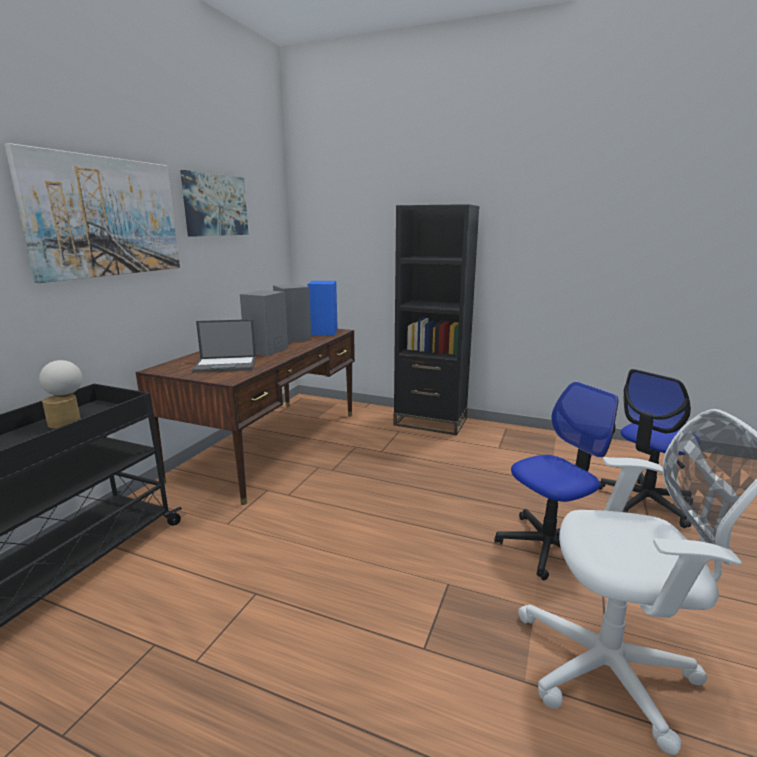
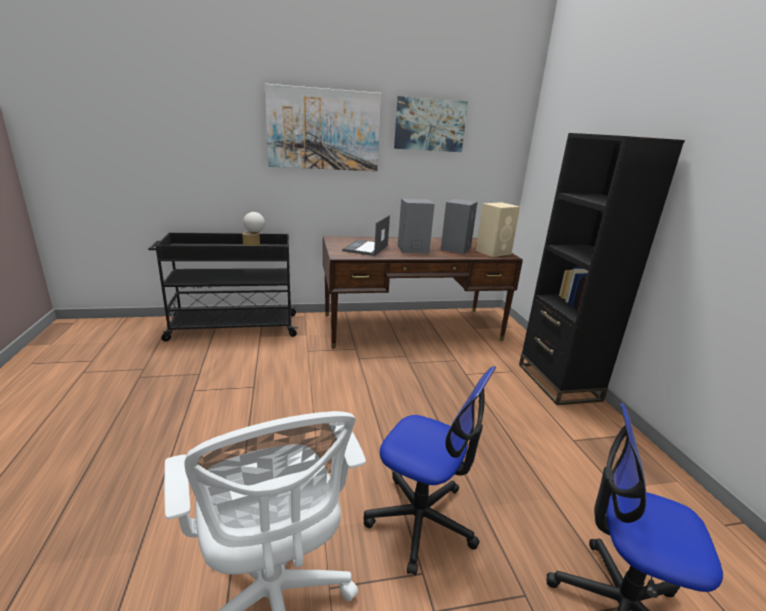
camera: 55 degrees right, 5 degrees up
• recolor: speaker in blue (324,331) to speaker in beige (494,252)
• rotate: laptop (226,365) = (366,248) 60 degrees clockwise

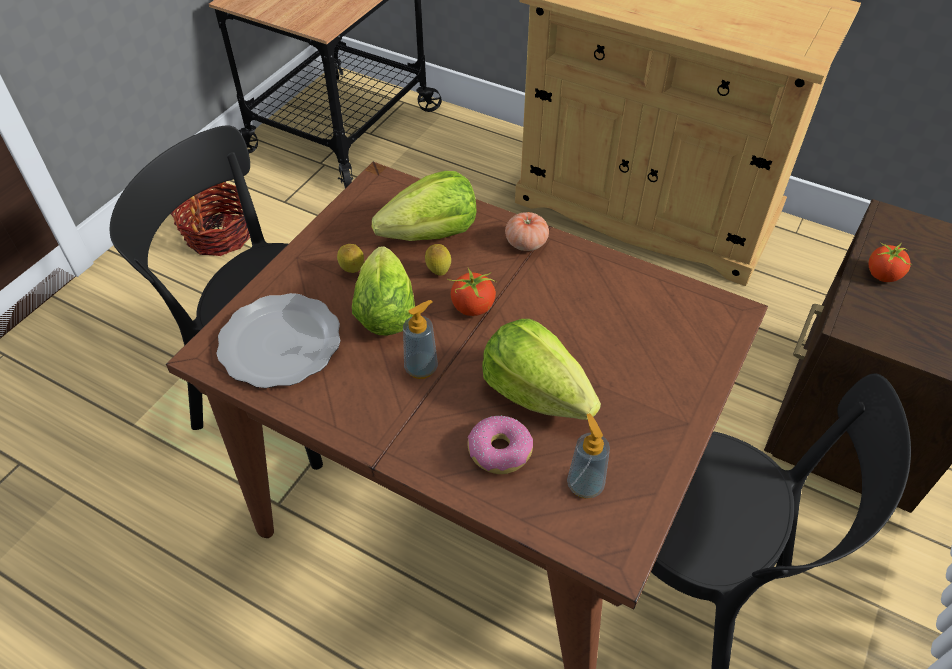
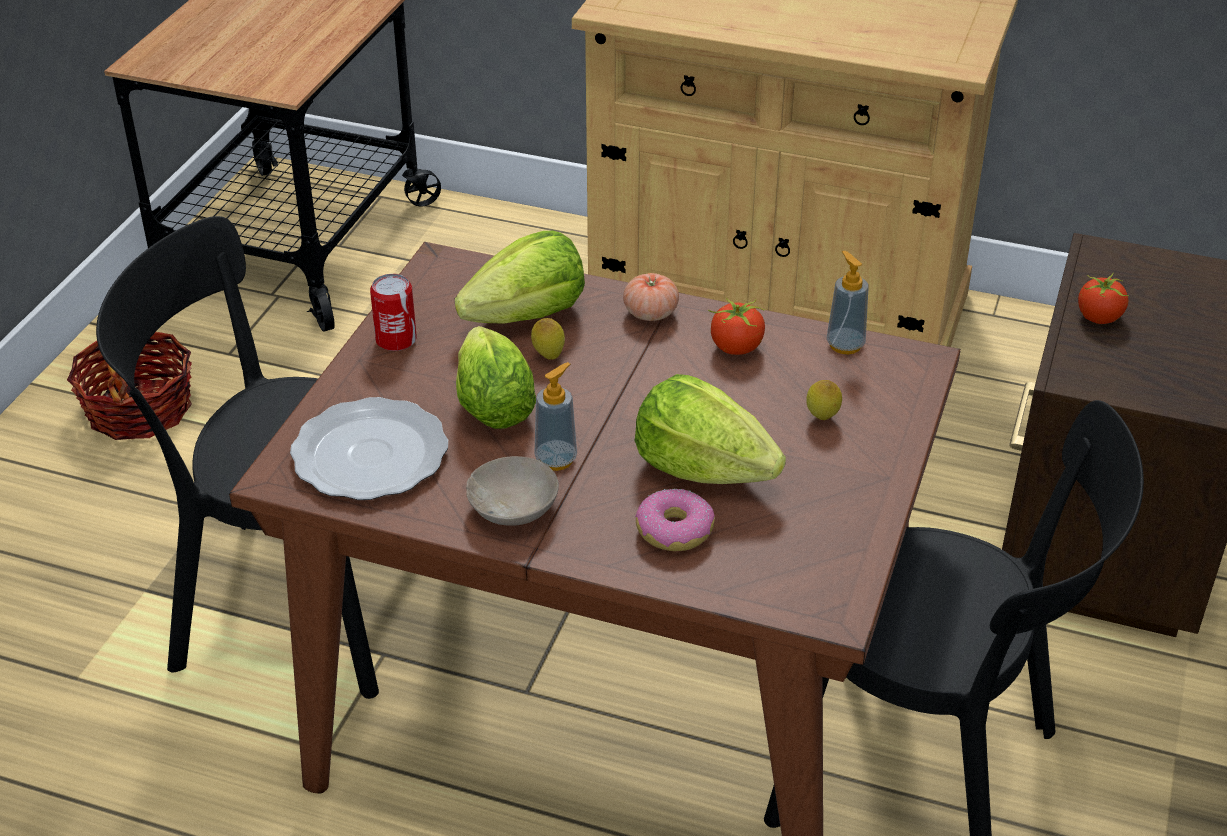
camera: 10 degrees left, 10 degrees down
• insert: can (396,340)
• insert: bowl in beige (516,509)
• move: lemon (352,271) to (822,419)
• move: tomato (472,307) to (736,348)
• move: soap dispenser (585,484) to (845,344)

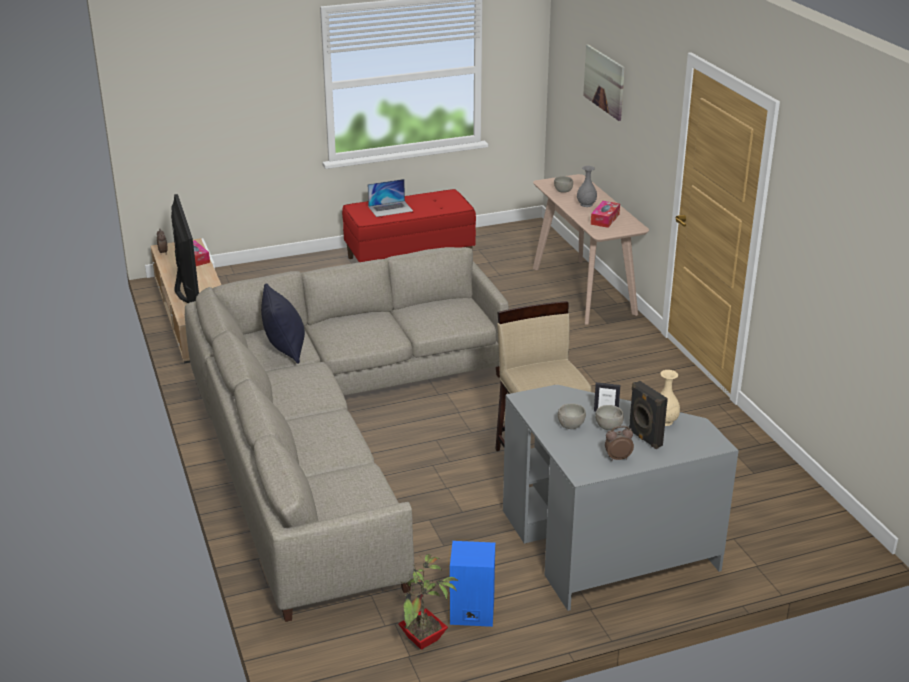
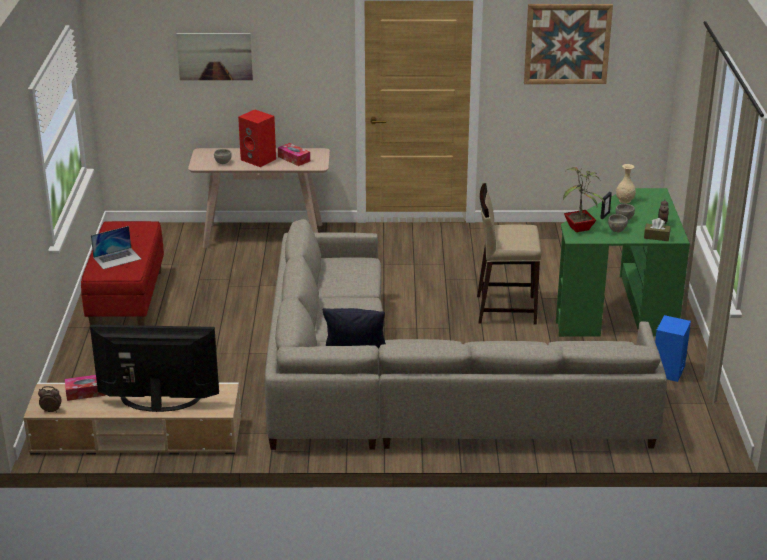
camera: 70 degrees left, 0 degrees up
• delete: speaker in black (644,438)
• insert: picture (567,44)
• insert: tissue box in brown (656,237)
• move: potted plant (424,641) to (580,228)
• replace: vase in grey (586,204) to speaker in red (259,159)
• recolor: desk in grey (603,550) to desk in green (620,309)
• rotate: laptop (390,209) = (117,258) 60 degrees clockwise

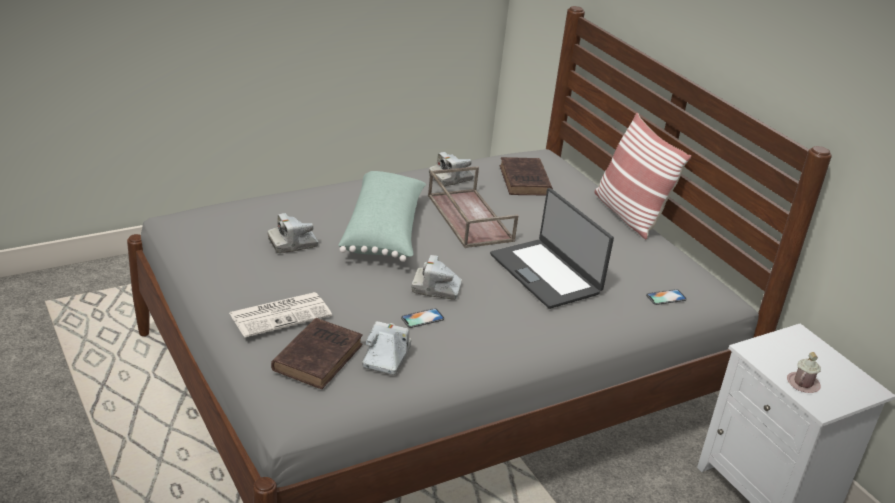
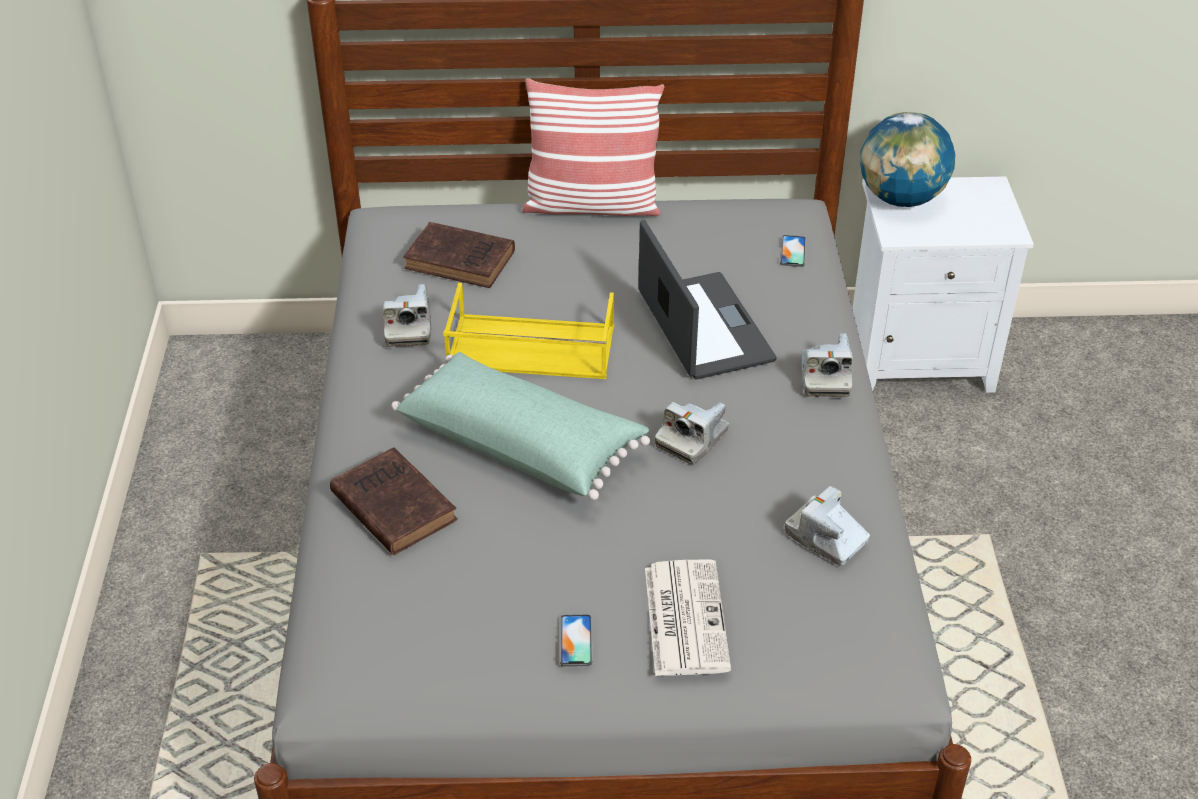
camera: 60 degrees left, 10 degrees up
• delete: mug in pink (803,383)
• insert: globe (901,198)
• move: photo camera (292,243) to (824,377)
• move: book in brown (319,356) to (392,505)
• move: phone (422,318) to (576,641)
• recolor: tray in brown (468,217) to tray in yellow (529,348)
• rotate: laptop (546,273) = (703,327) 105 degrees counterclockwise

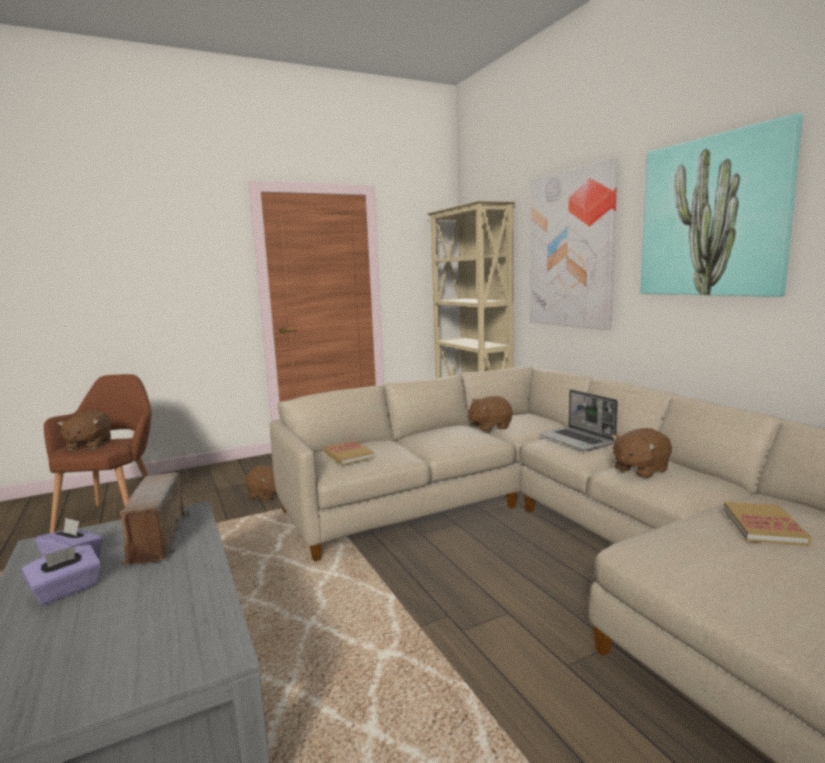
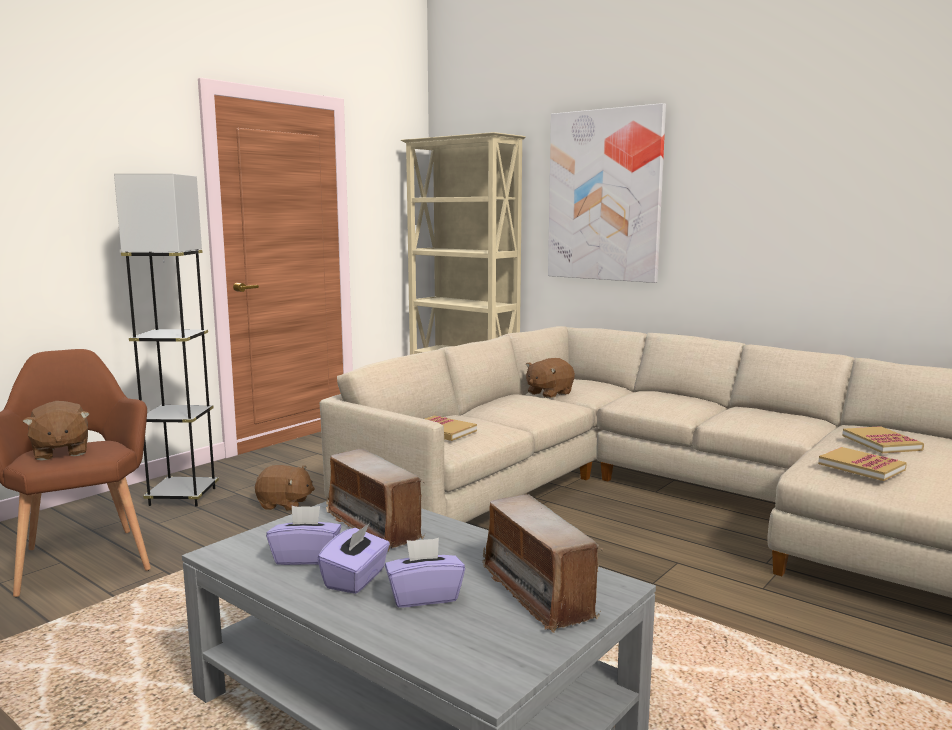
camera: 25 degrees left, 0 degrees up
• delete: laptop (578,440)
• delete: plush toy in brown (640,470)
• delete: picture (713,217)
• insert: floor lamp in grey (183,497)
• insert: tissue box in purple (424,596)
• insert: radio (539,593)
• insert: book (861,467)

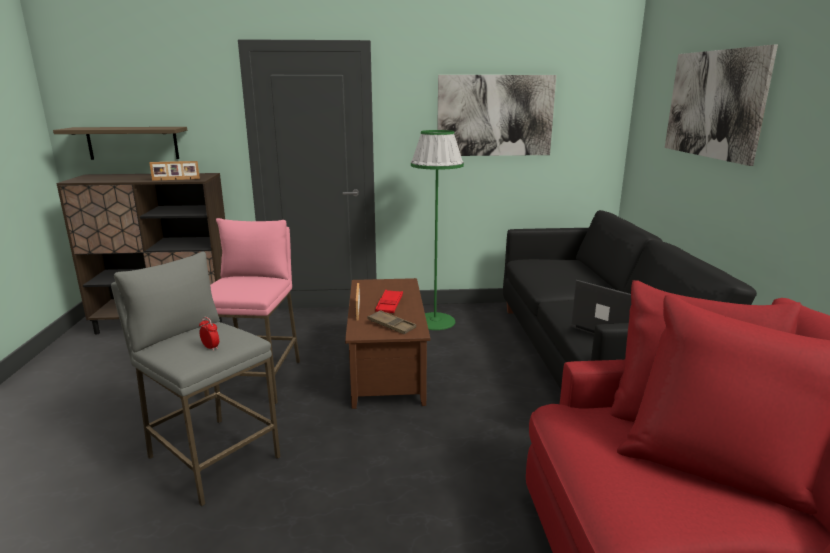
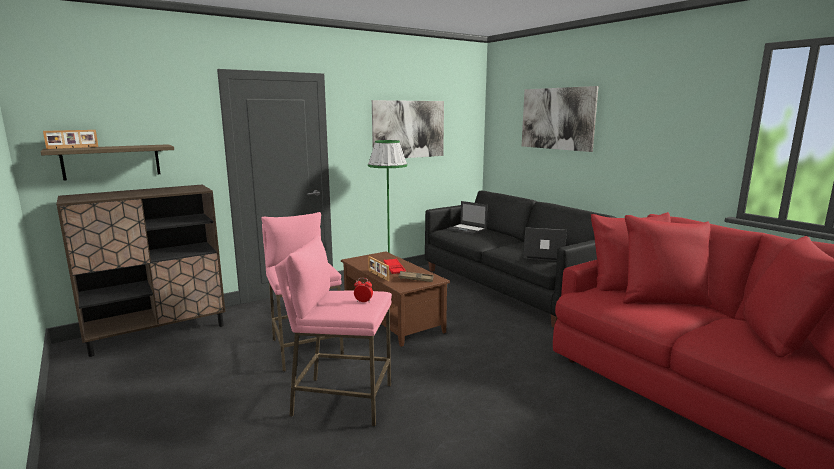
camera: 30 degrees left, 5 degrees down
• insert: laptop (467,229)
• move: picture frame (176,179) to (73,148)
• recolor: stool in grey (212,458) to stool in pink (342,400)

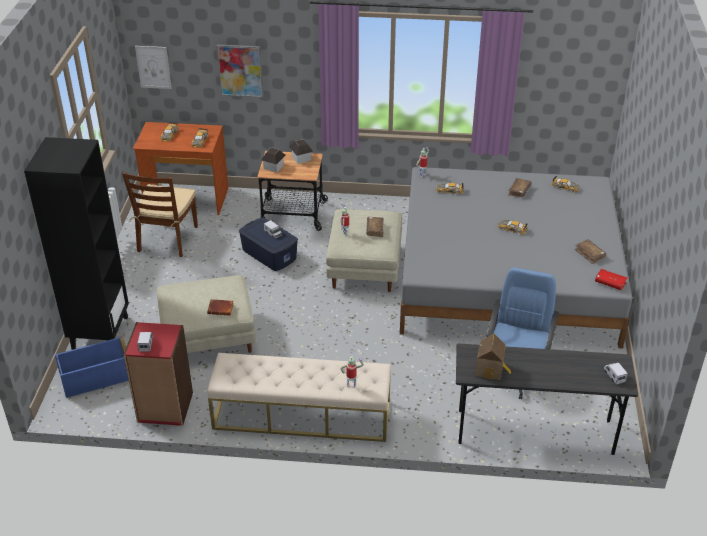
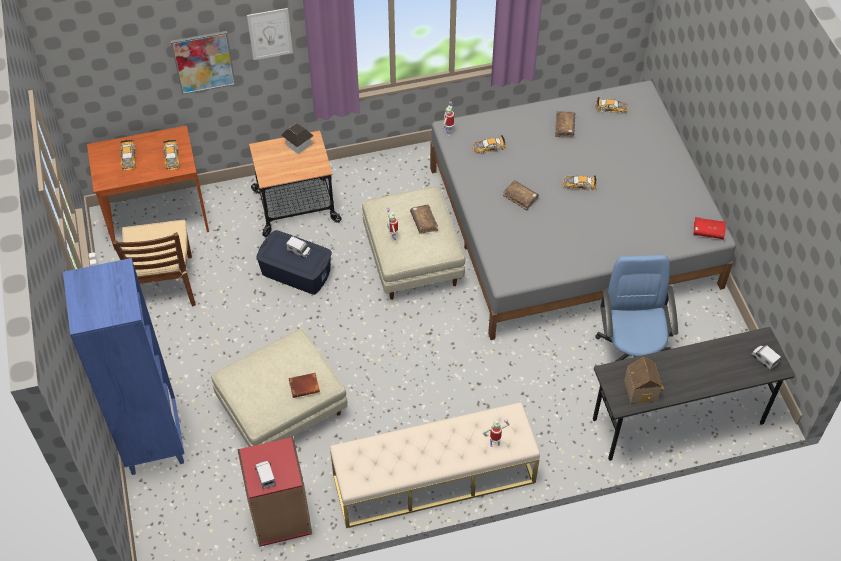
camera: 20 degrees left, 15 degrees up
• delete: storage box in blue (96,378)
• delete: toy house (273,167)
• move: picture (153,67) to (270,34)
• move: book in brown (590,254) to (520,197)
• recolor: bookcase in black (99,332) to bookcase in blue (153,441)

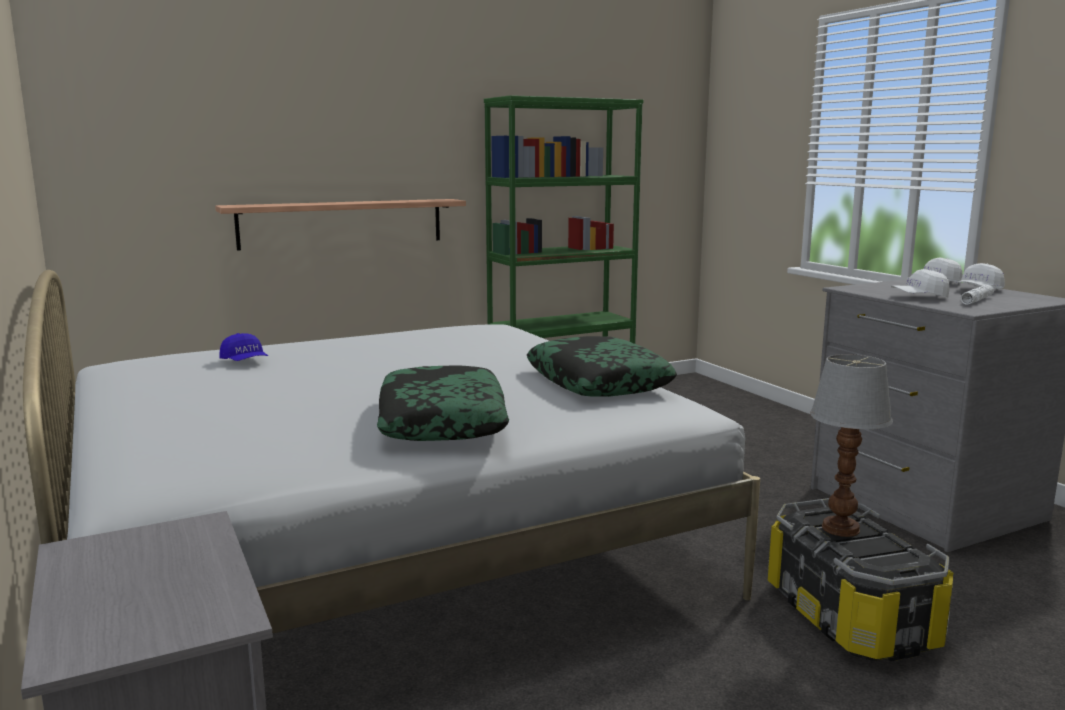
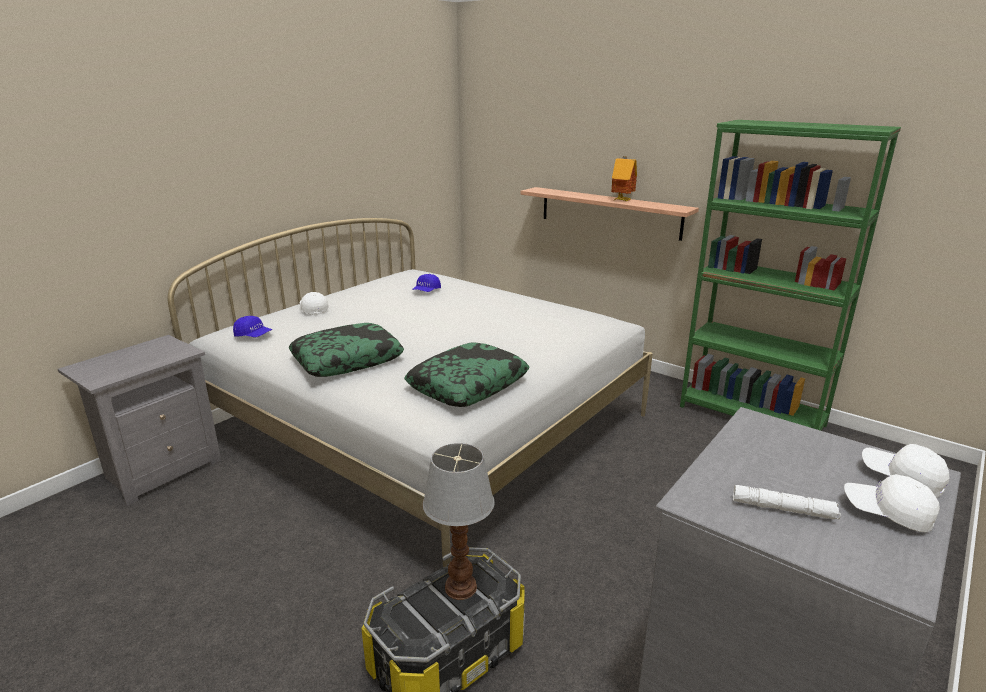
camera: 65 degrees right, 10 degrees up
• insert: cap in blue (253,336)
• insert: toy house (622,200)
• move: cap in white (919,297) to (313,309)

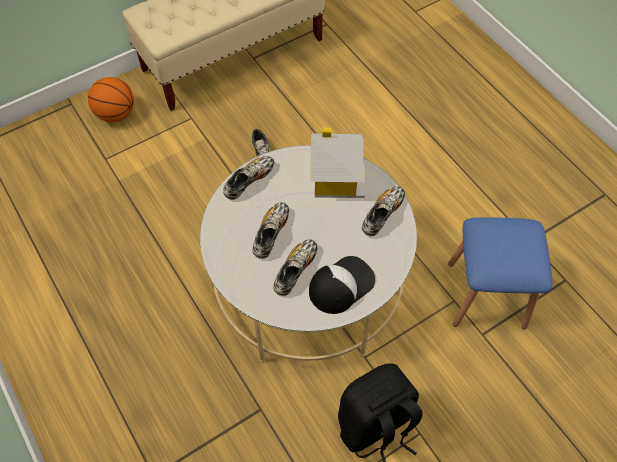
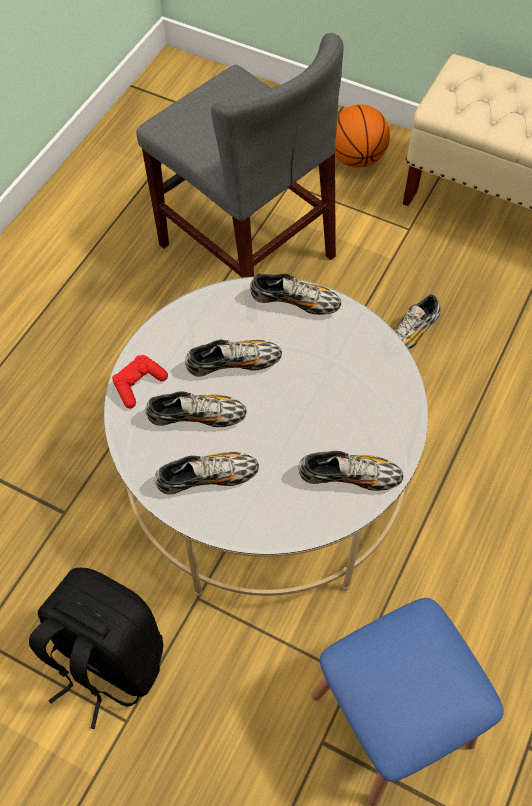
camera: 60 degrees right, 0 degrees up
• delete: toy house (336,180)
• insert: game controller in red (138,385)
• insert: chair in grey (246,250)
• replace: cap (340,285) to shoe (207,479)

